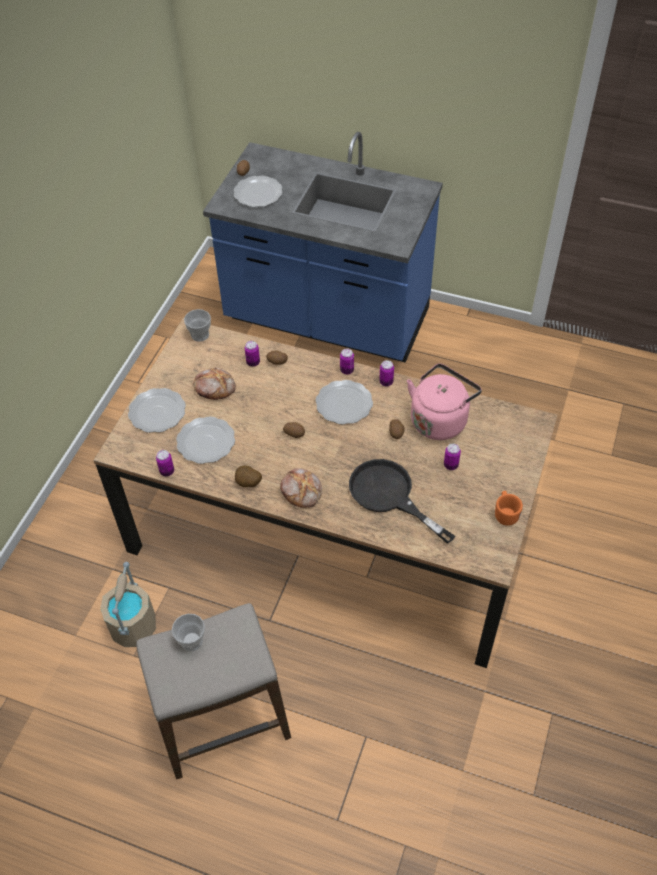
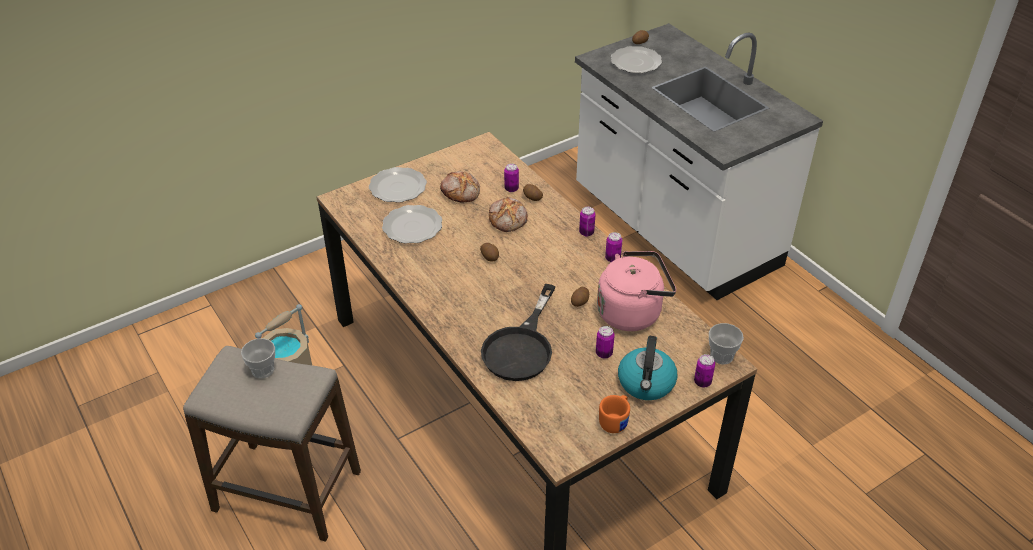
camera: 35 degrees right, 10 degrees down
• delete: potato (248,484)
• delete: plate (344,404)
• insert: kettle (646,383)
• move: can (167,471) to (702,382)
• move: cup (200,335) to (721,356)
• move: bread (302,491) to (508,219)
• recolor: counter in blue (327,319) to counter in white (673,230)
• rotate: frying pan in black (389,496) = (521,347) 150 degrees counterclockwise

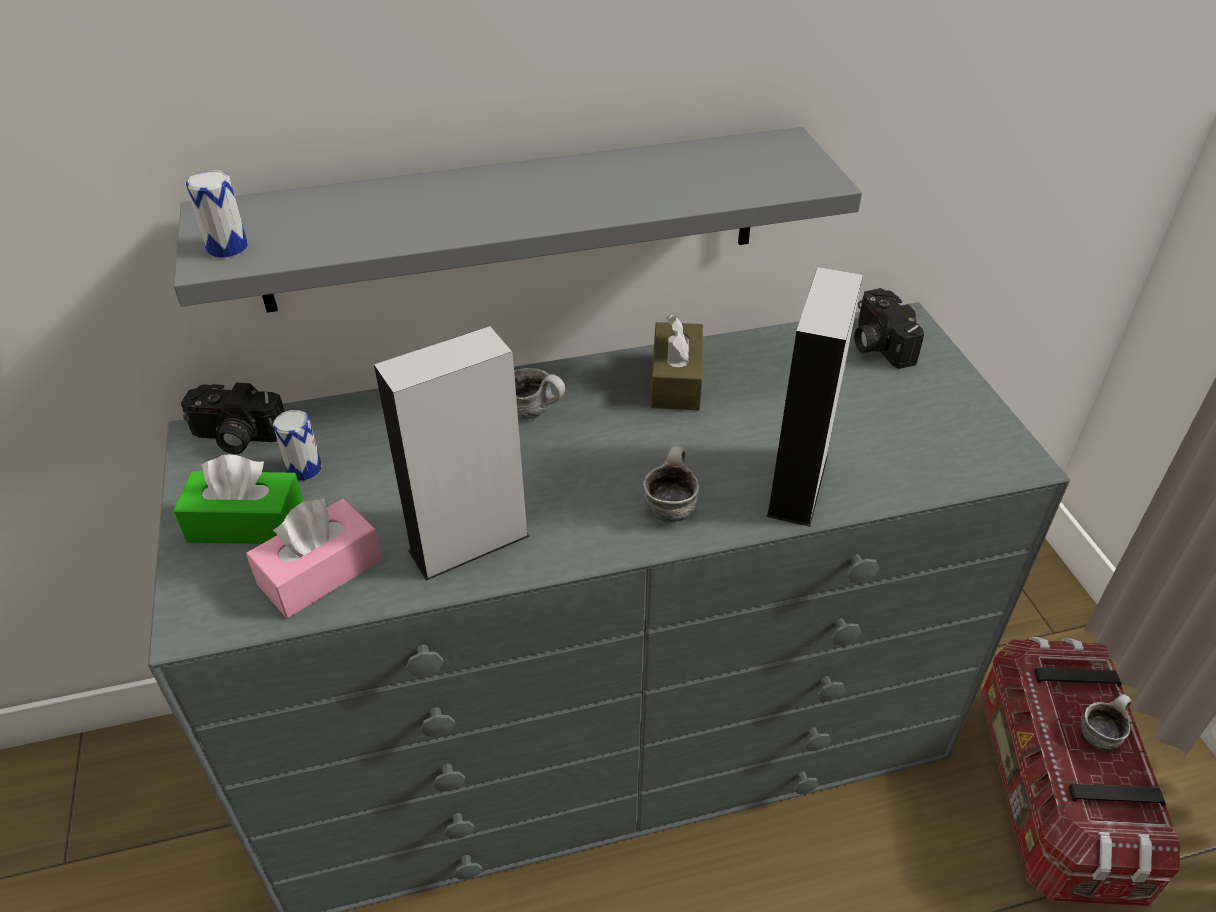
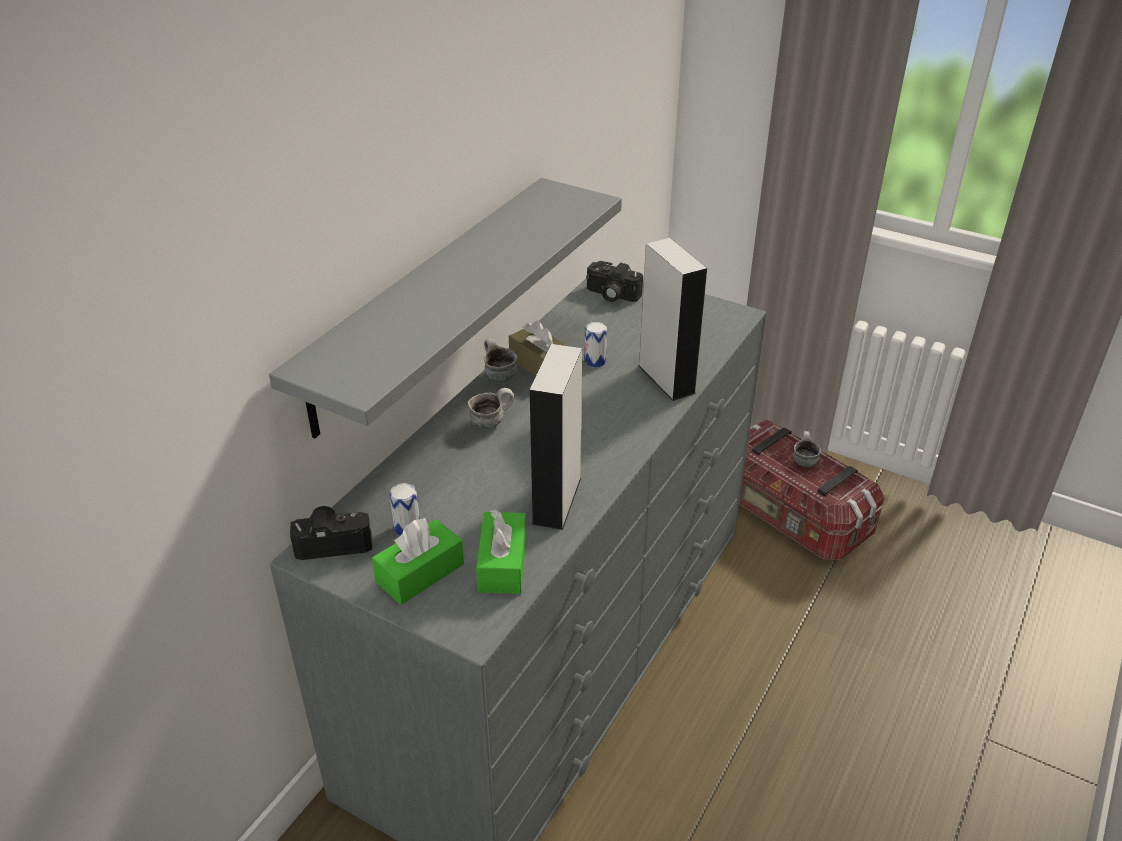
camera: 45 degrees left, 5 degrees down
• move: can (227,247) to (595,361)
• move: mug (669,505) to (497,375)
• recolor: tissue box in pink (320,572) to tissue box in green (502,564)
• rotate: photo camera (236,437) = (334,541) 150 degrees counterclockwise

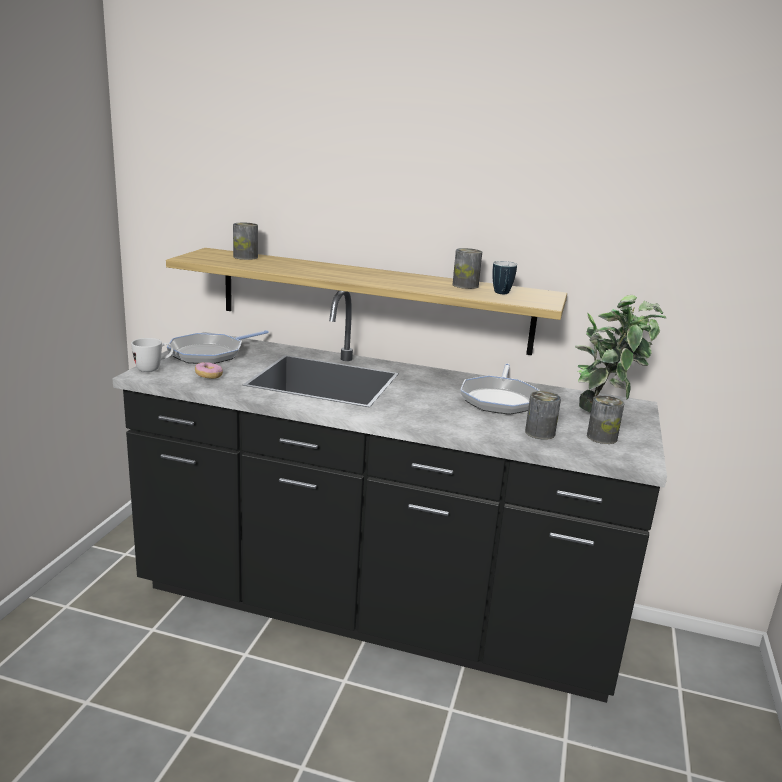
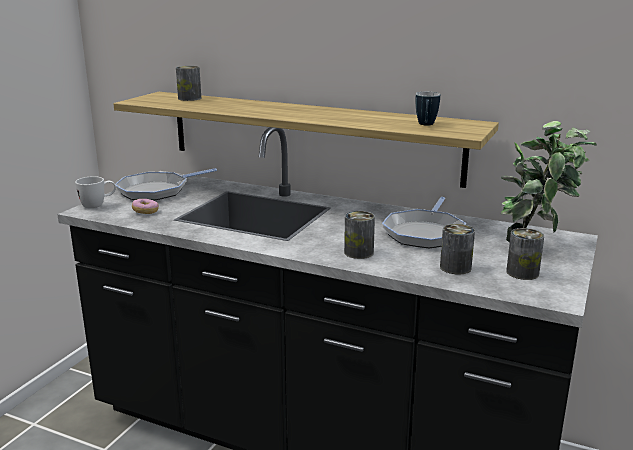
camera: 10 degrees right, 0 degrees up
• move: can (465,285) to (358,252)

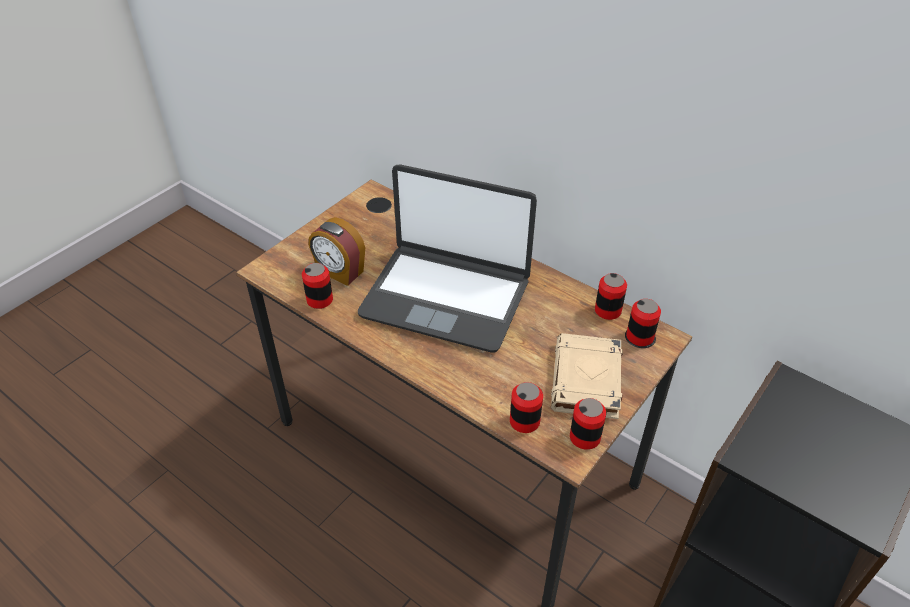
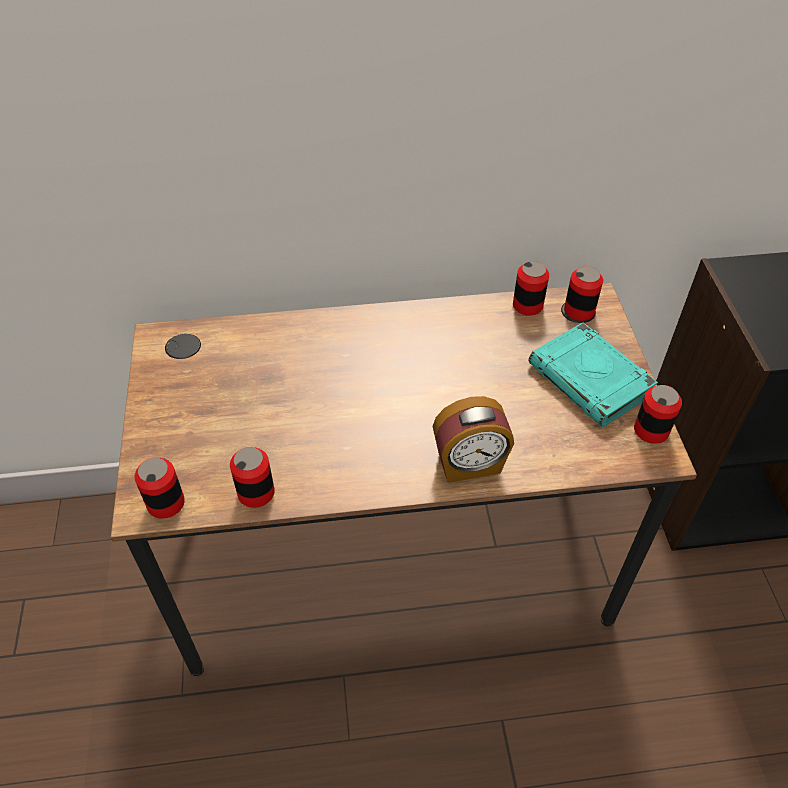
camera: 45 degrees left, 5 degrees up
• delete: laptop (446,297)
• move: alarm clock (339,272) to (469,465)
• move: can (524,421) to (166,503)
• recolor: book in beige (586,381) to book in turquoise (591,380)

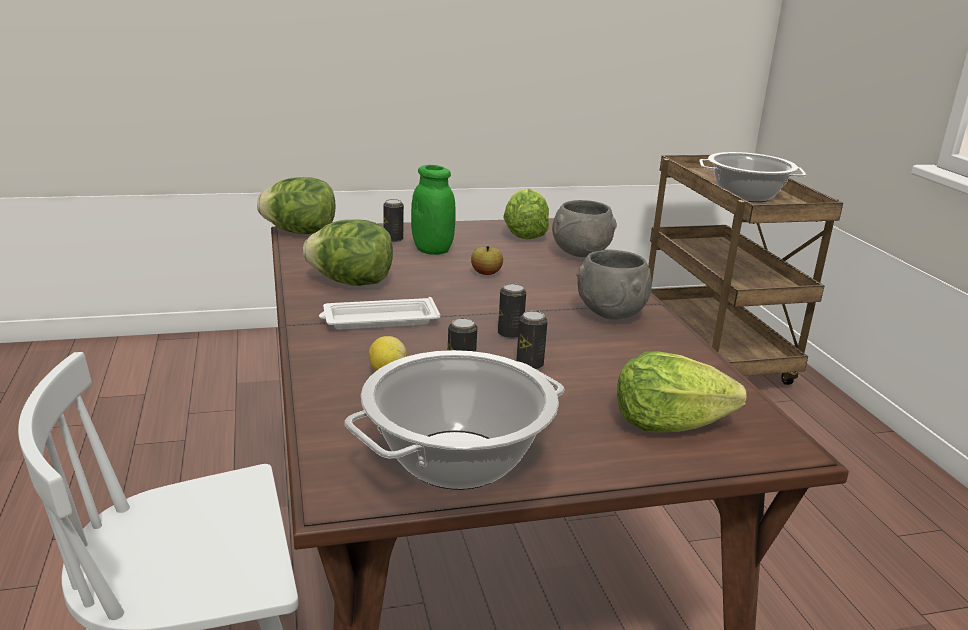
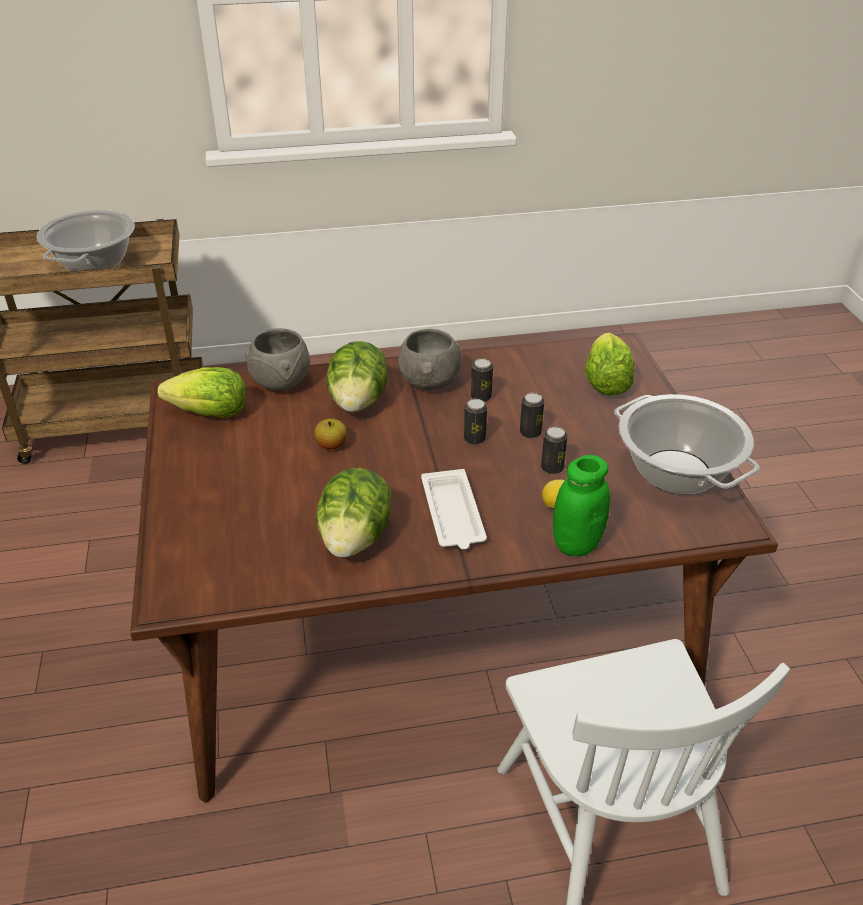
camera: 85 degrees left, 15 degrees up
• move: lettuce (300,232) to (358,402)
• move: can (393,239) to (481,397)
• move: jar in green (432,250) to (576,544)

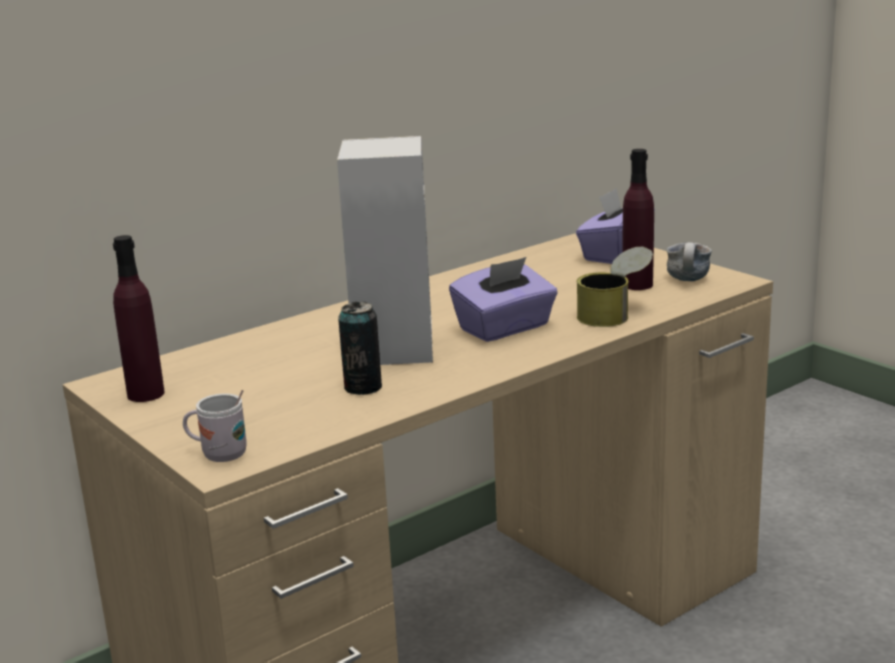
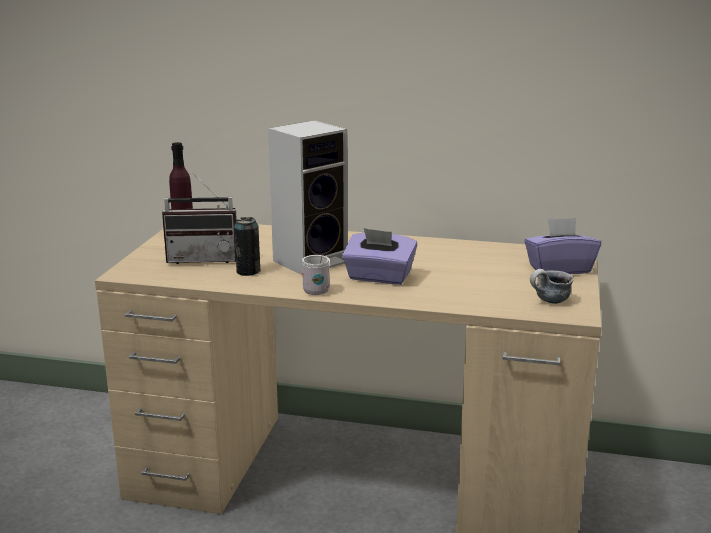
camera: 50 degrees right, 0 degrees up
• delete: can (614,314)
• delete: bottle in purple (637,285)
• insert: radio (204,258)
• move: mug in white (218,455) to (314,290)

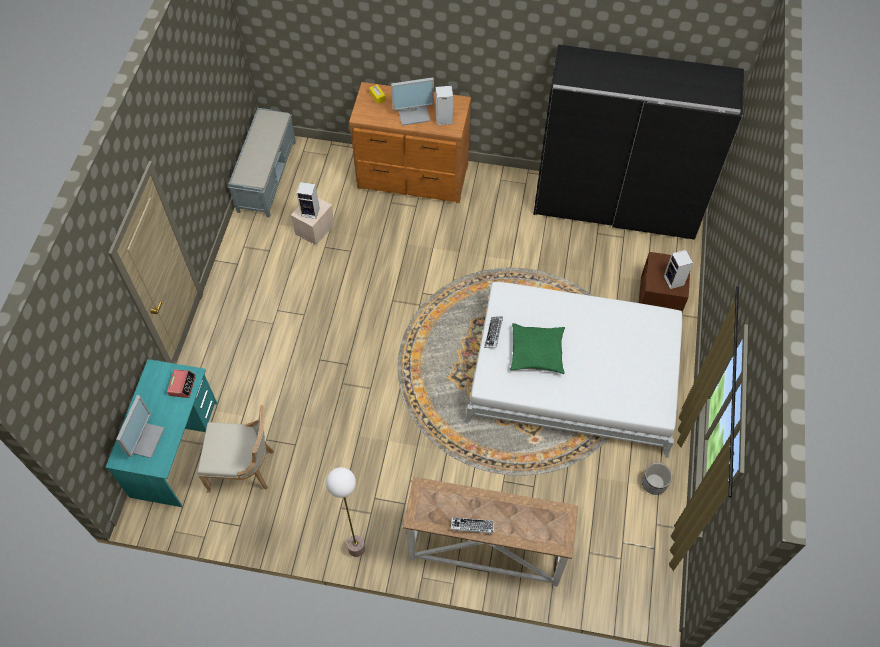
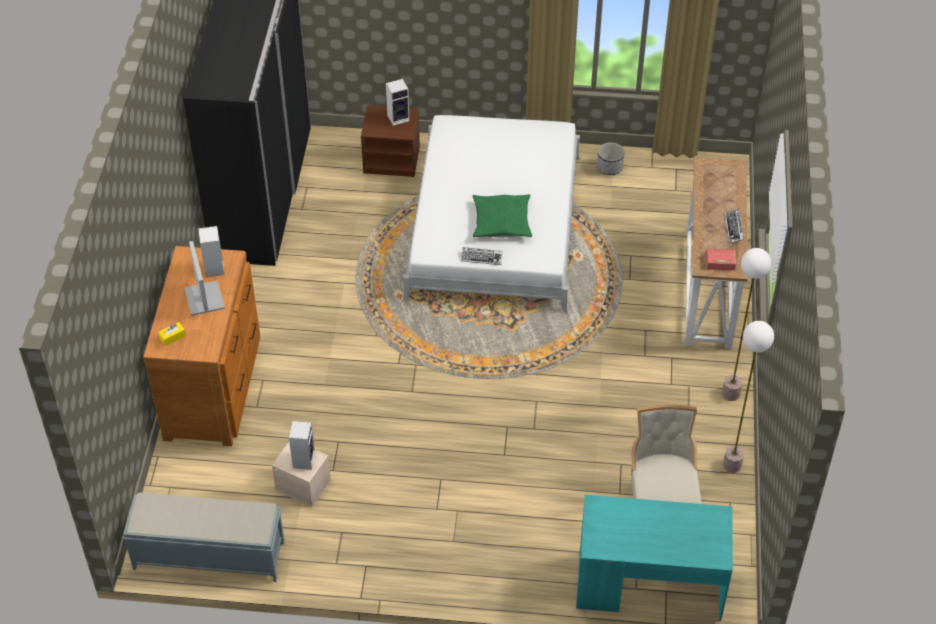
camera: 95 degrees left, 10 degrees down
• delete: monitor (143,438)
• insert: floor lamp (732,465)
• move: alarm clock (182,385) to (719,261)

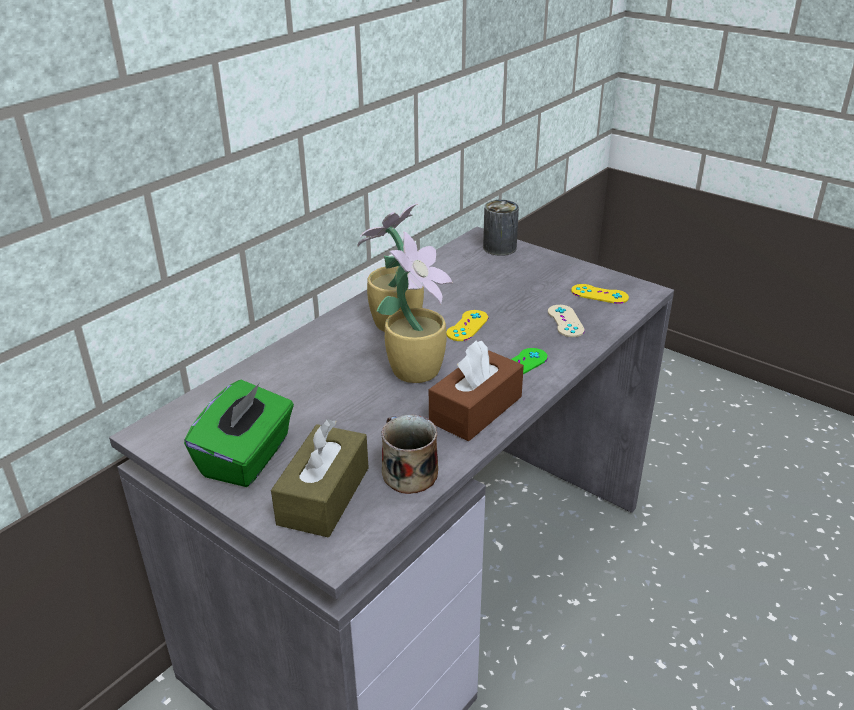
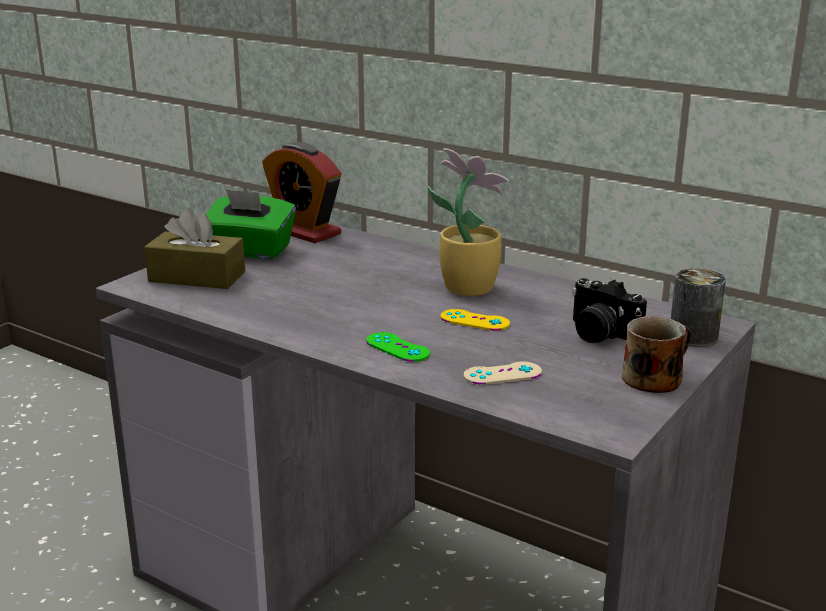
camera: 85 degrees right, 10 degrees down
• delete: potted plant (418,370)
• delete: tissue box in brown (476,409)
• delete: game controller in yellow (599,294)
• insert: alarm clock (303,231)
• insert: photo camera (599,334)
• move: mug (407,472) to (654,377)

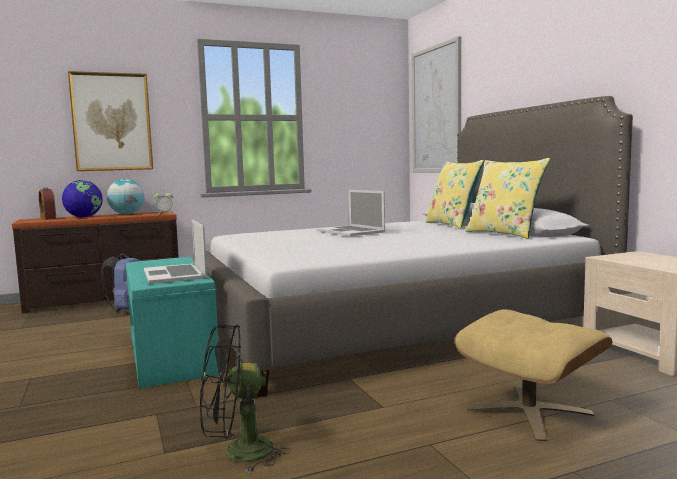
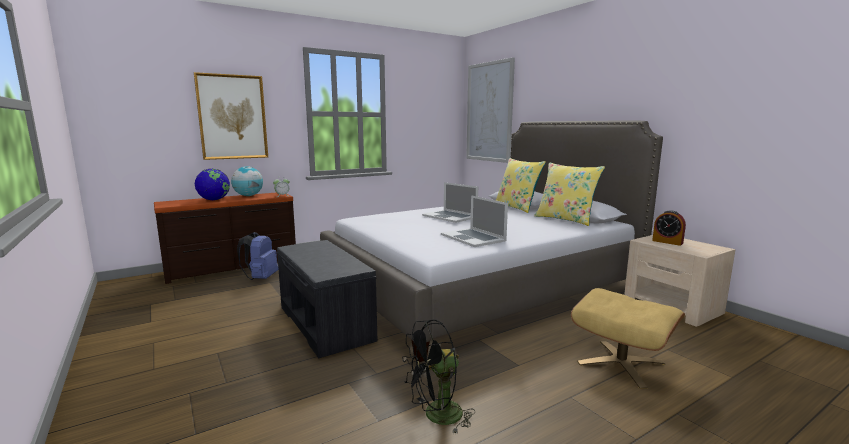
camera: 10 degrees left, 5 degrees up
• move: alarm clock (48,218) to (667,242)
• move: laptop (175,274) to (473,238)
• recolor: bench in turquoise (173,355) to bench in grey (327,323)

